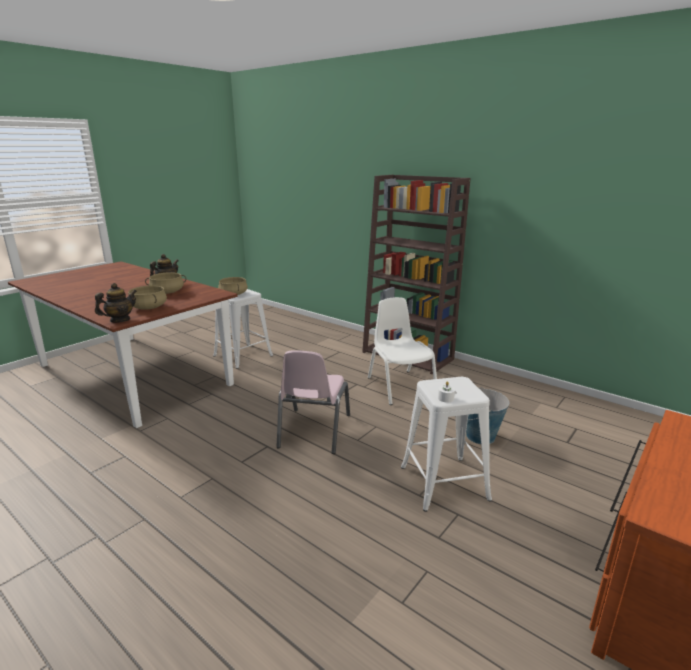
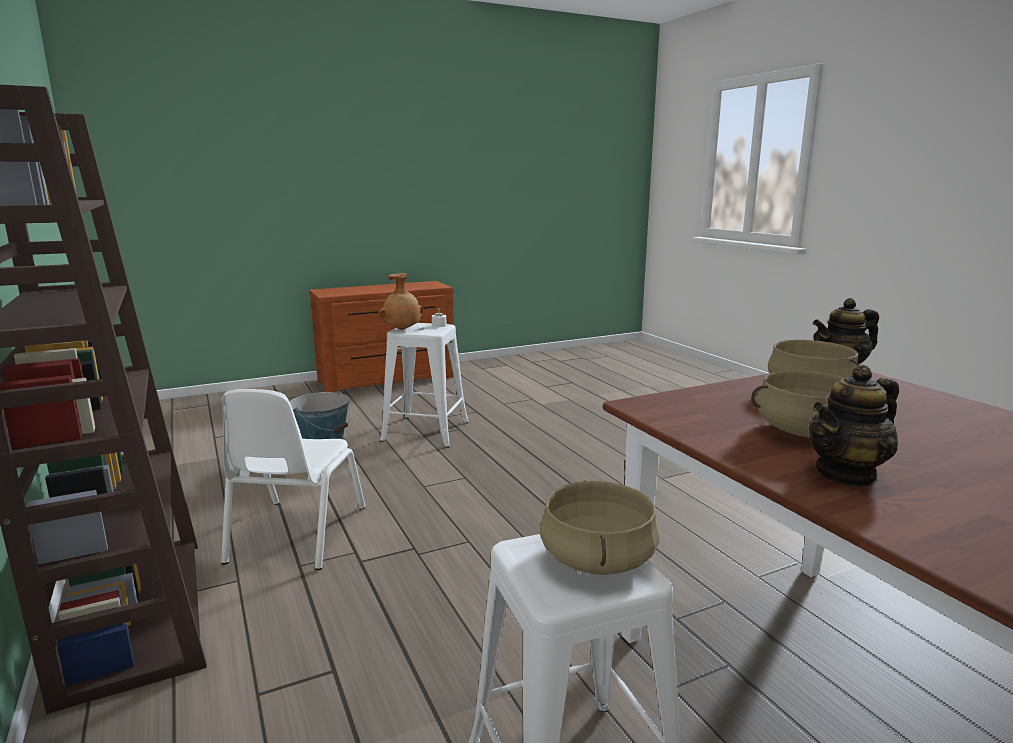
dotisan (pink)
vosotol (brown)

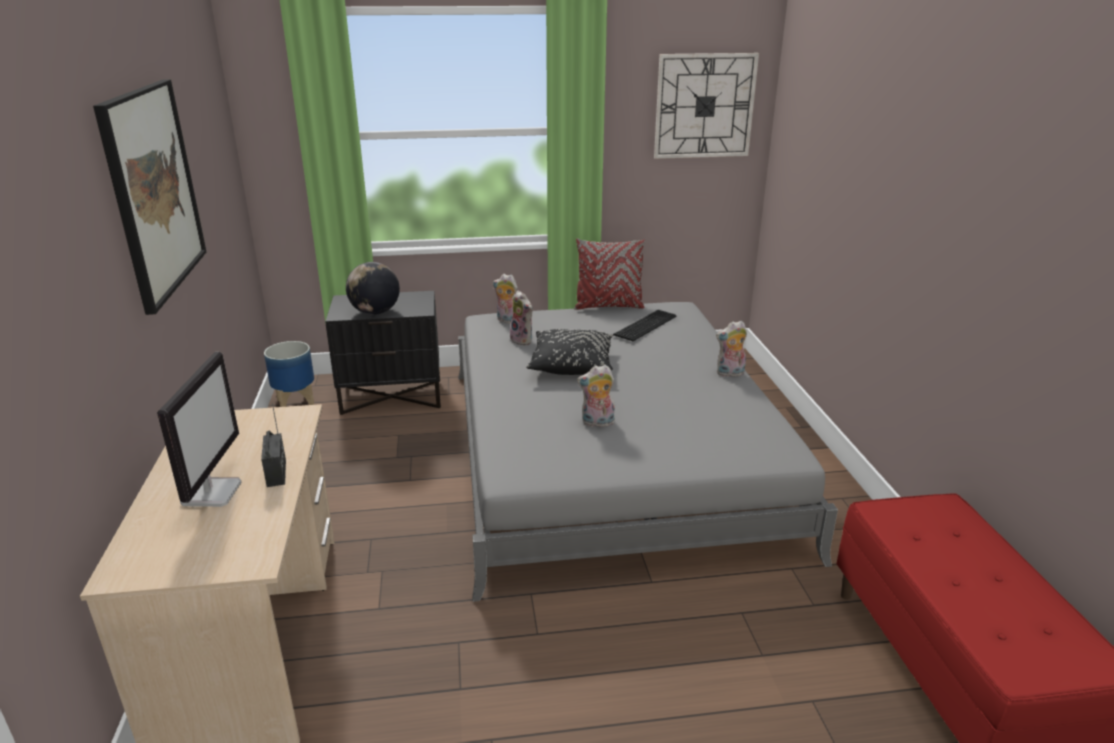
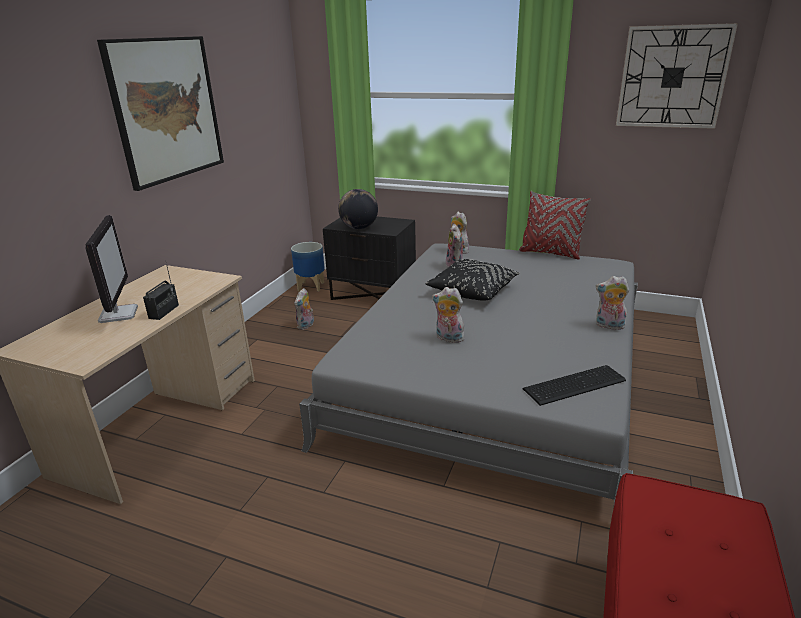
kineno (no. 1 from left)
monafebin
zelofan

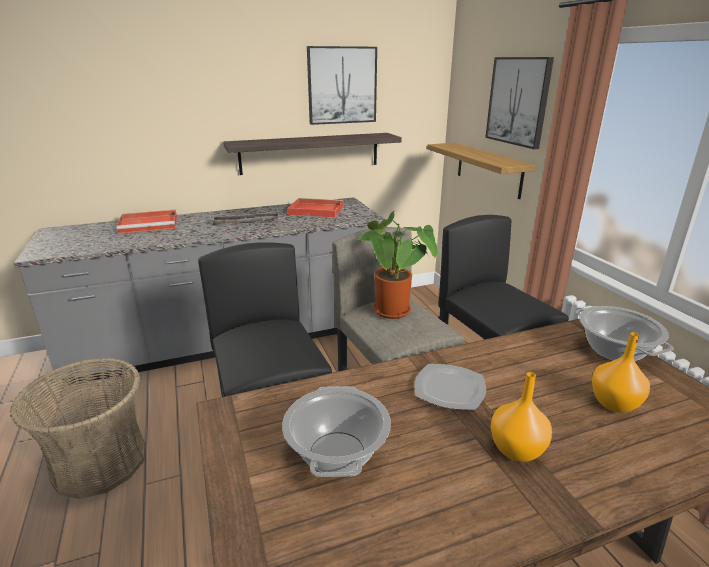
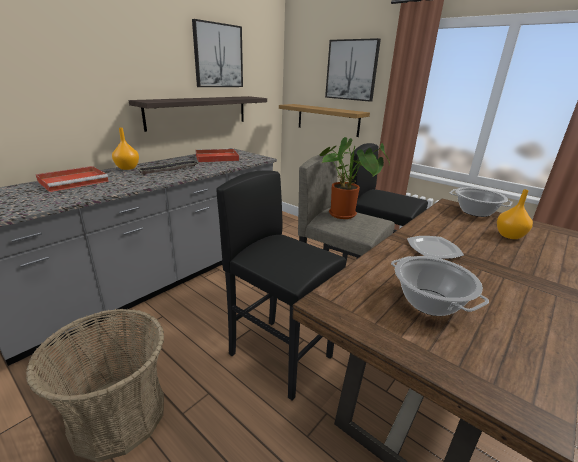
vosotol (orange) (no. 1 from left)

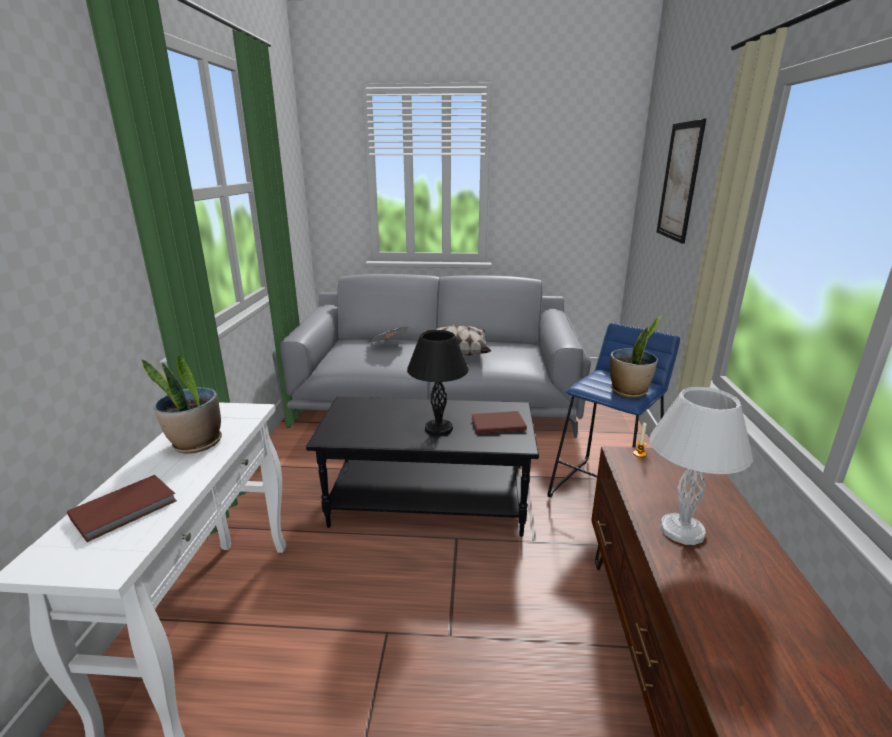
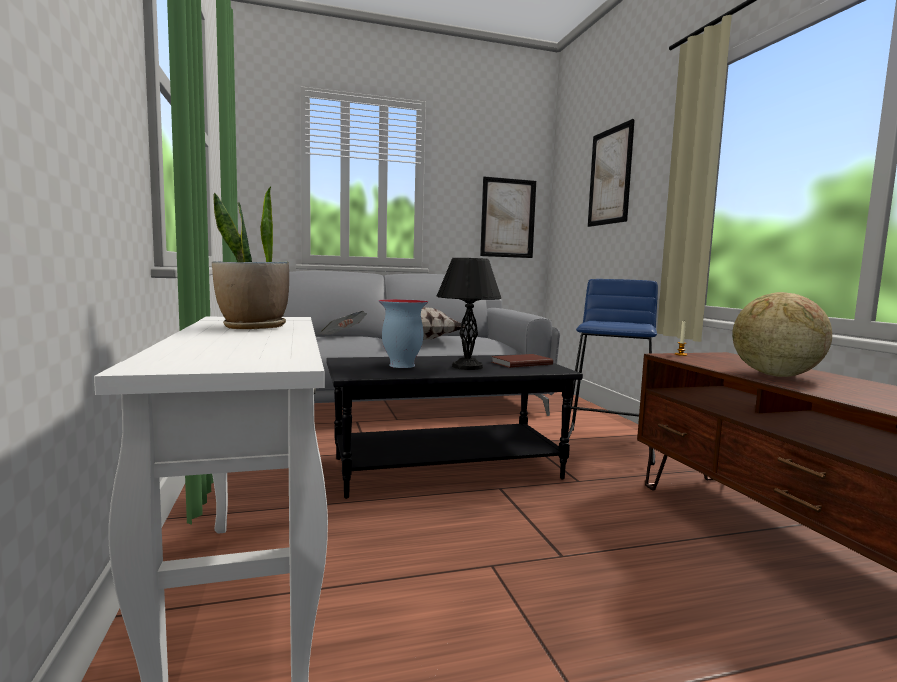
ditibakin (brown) (no. 1 from left in the first image)
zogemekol (no. 2 from left in the first image)
vosotol
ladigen (no. 1 from left)
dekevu

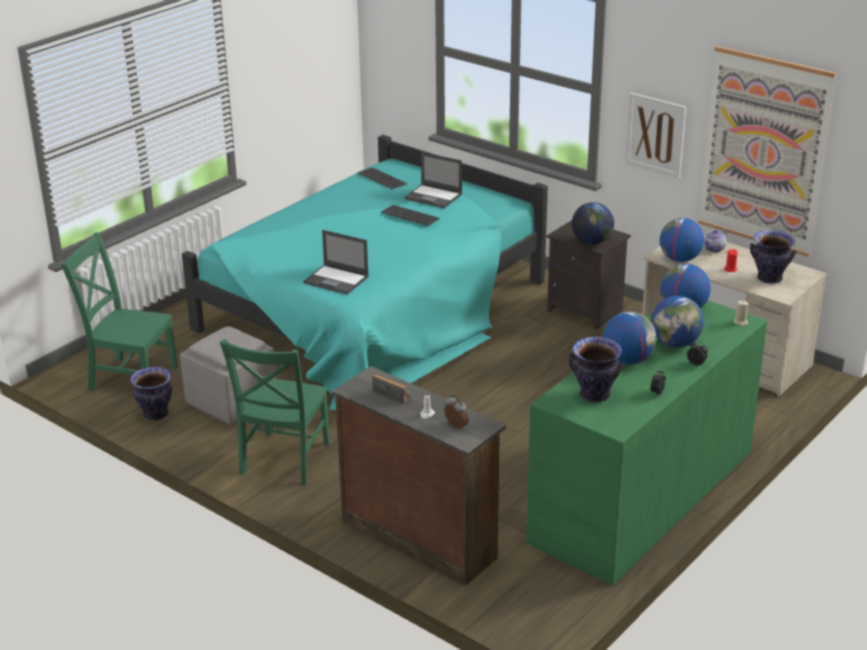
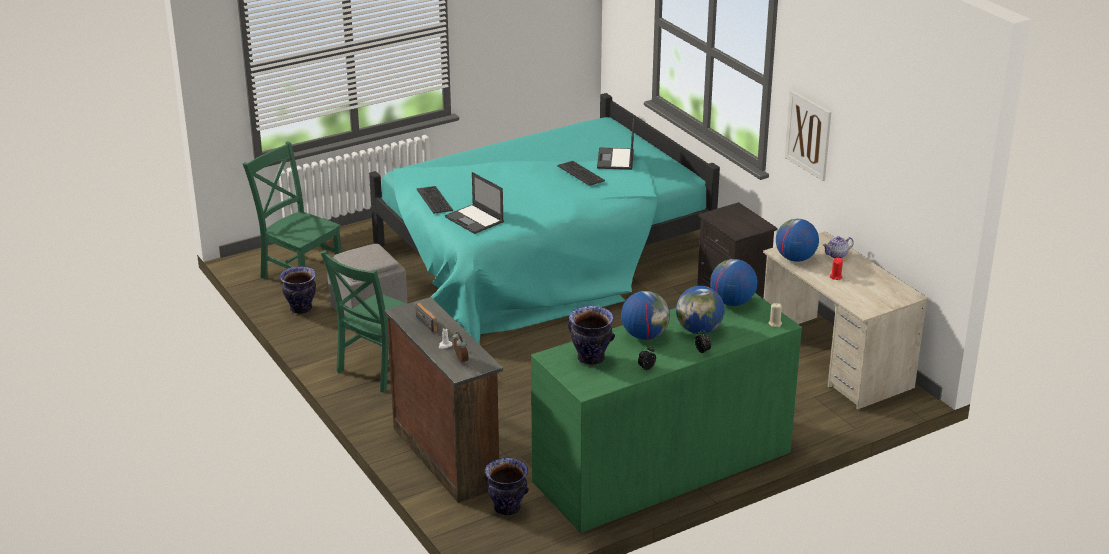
dekevu (no. 1 from left in the first image)
ladigen (no. 2 from left in the first image)
monafebin (no. 1 from left)
vosotol (no. 2 from left)
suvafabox (no. 2 from left)

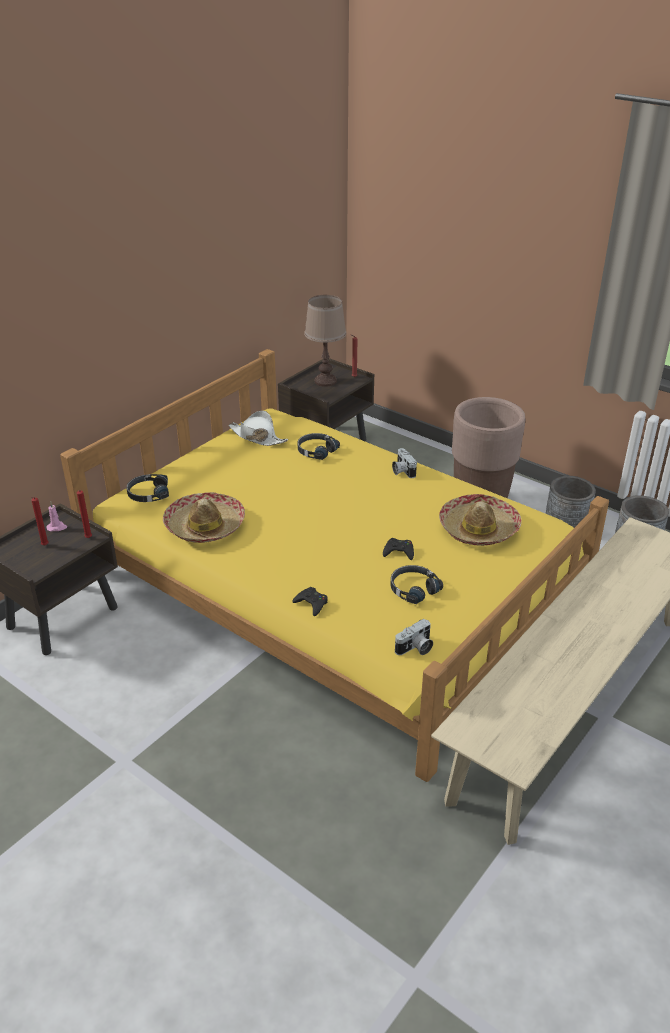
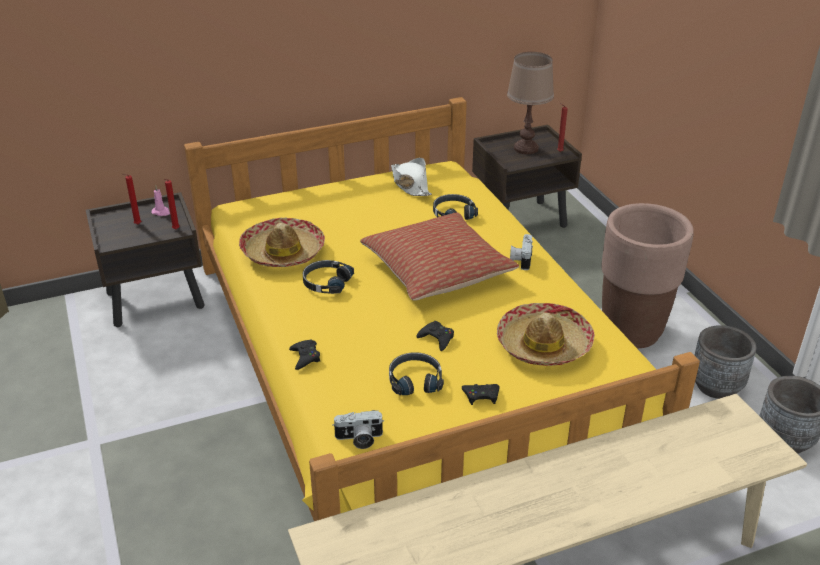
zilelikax
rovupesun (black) (no. 3 from left)
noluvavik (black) (no. 1 from left)

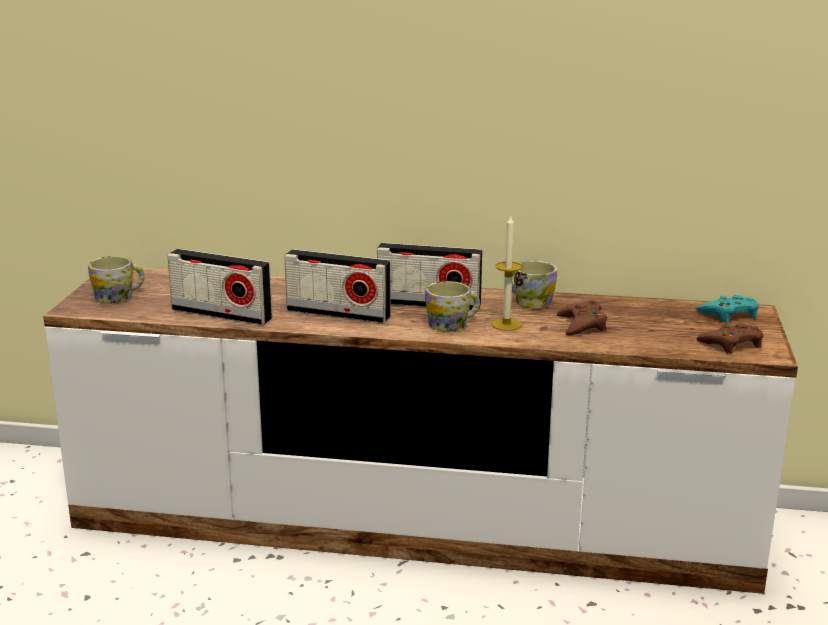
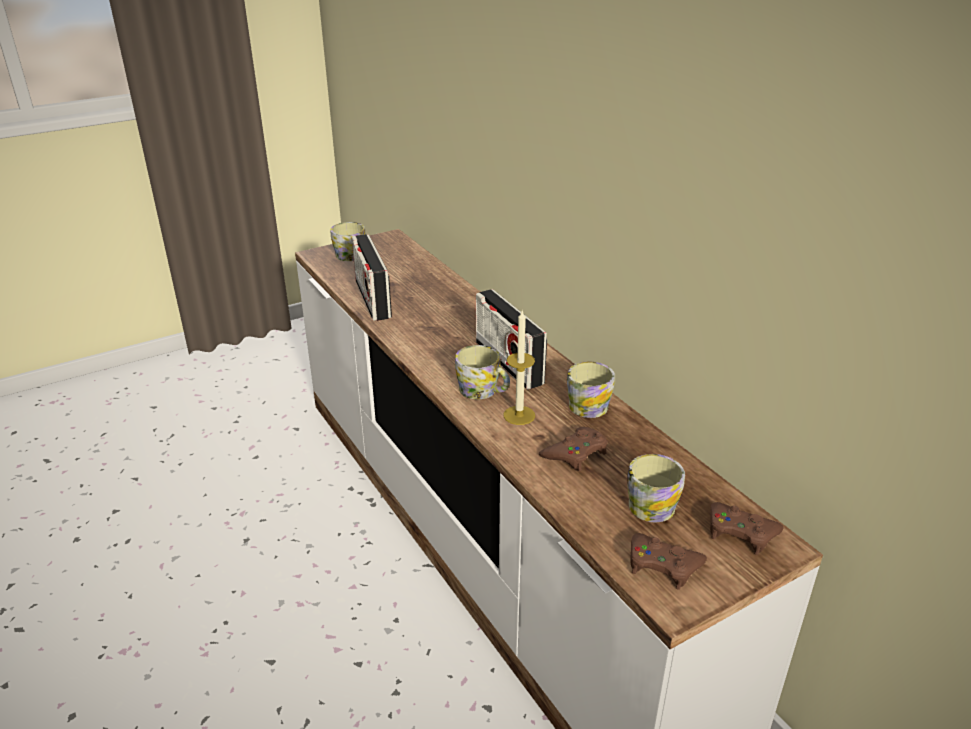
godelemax (no. 2 from left in the first image)
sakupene (no. 4 from left)
rovupesun (brown) (no. 3 from left)

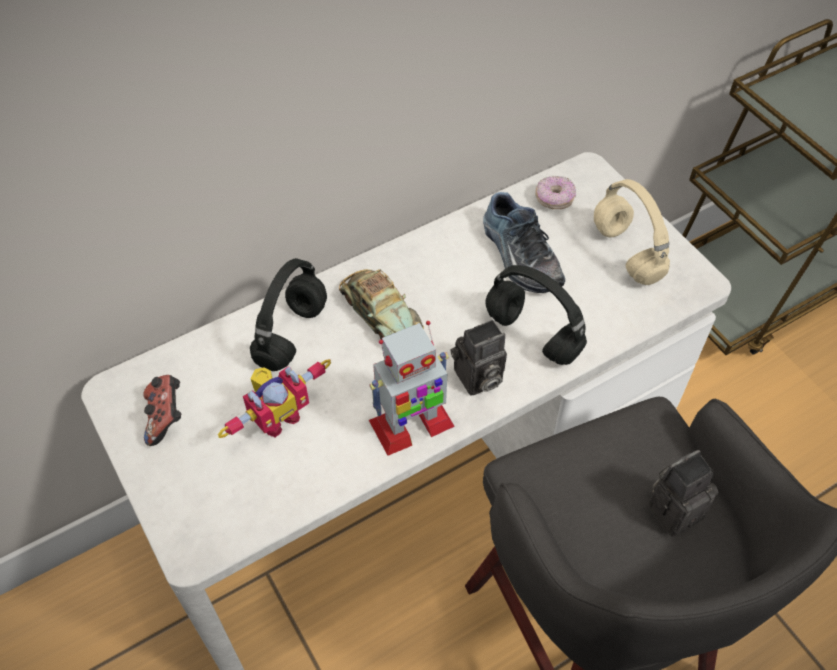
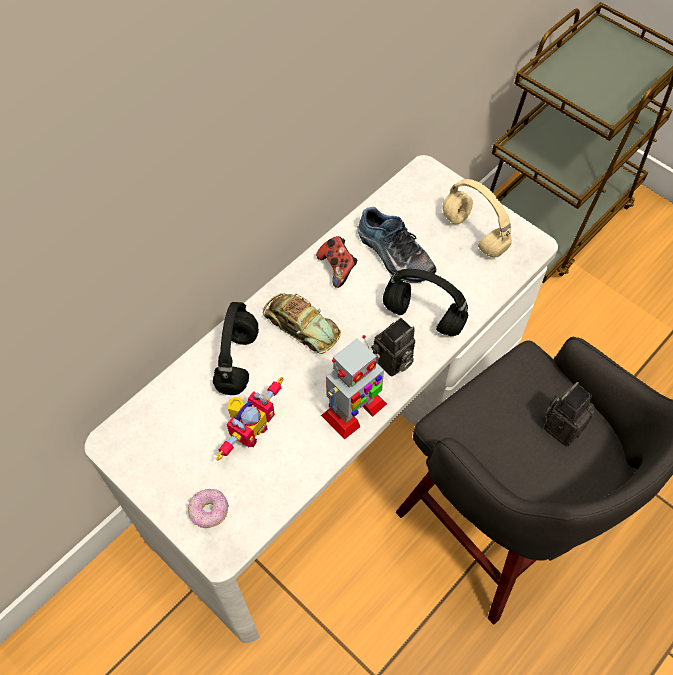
rovupesun
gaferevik

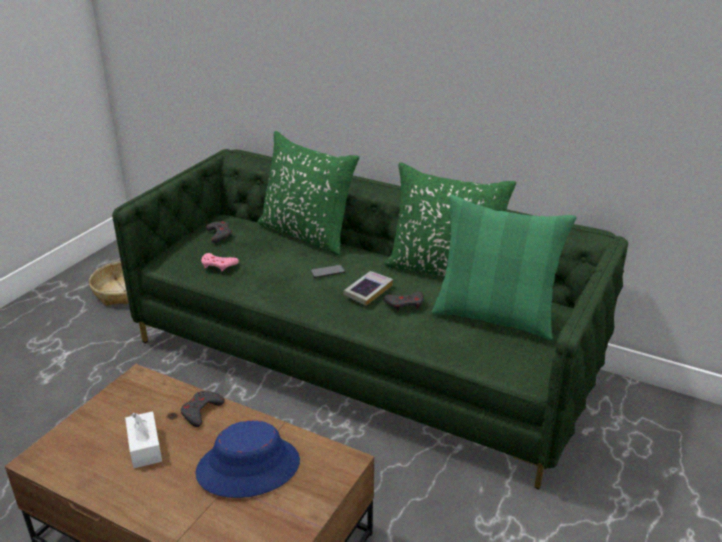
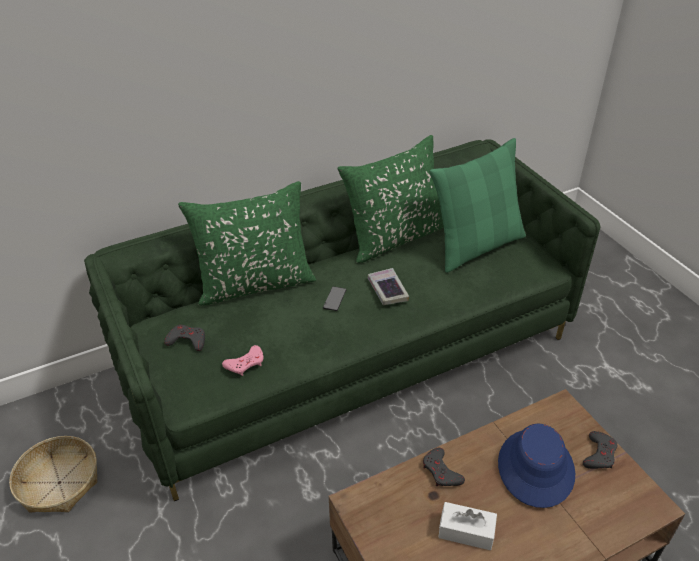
rovupesun (grey) (no. 3 from left)

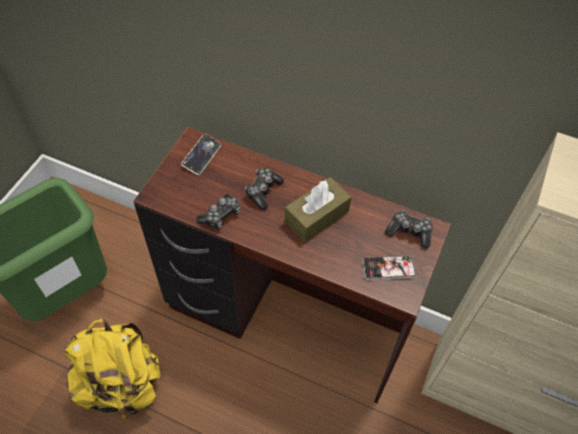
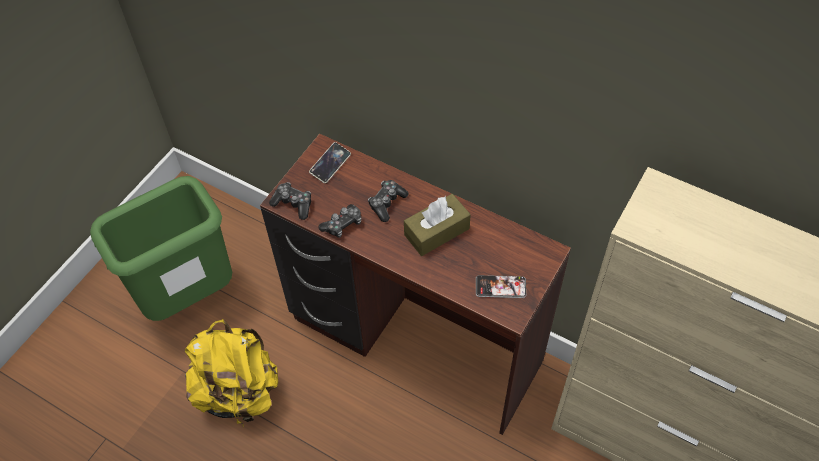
rovupesun (no. 1 from left)

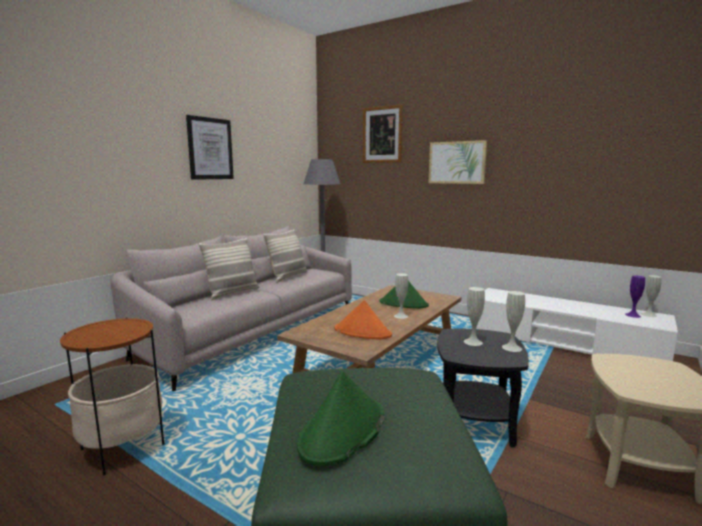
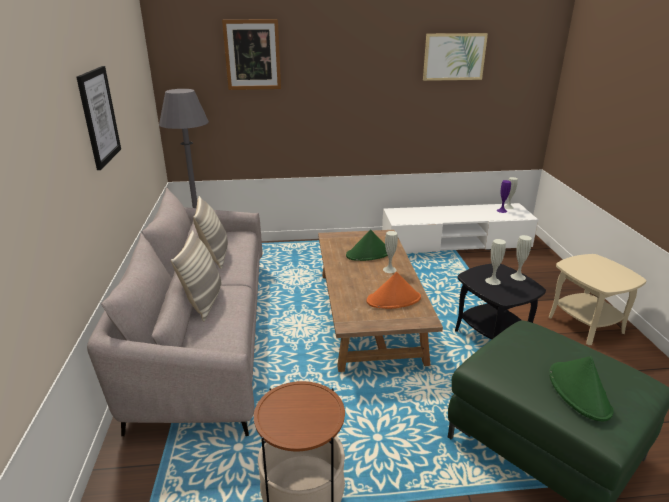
ladigen (no. 3 from left)

